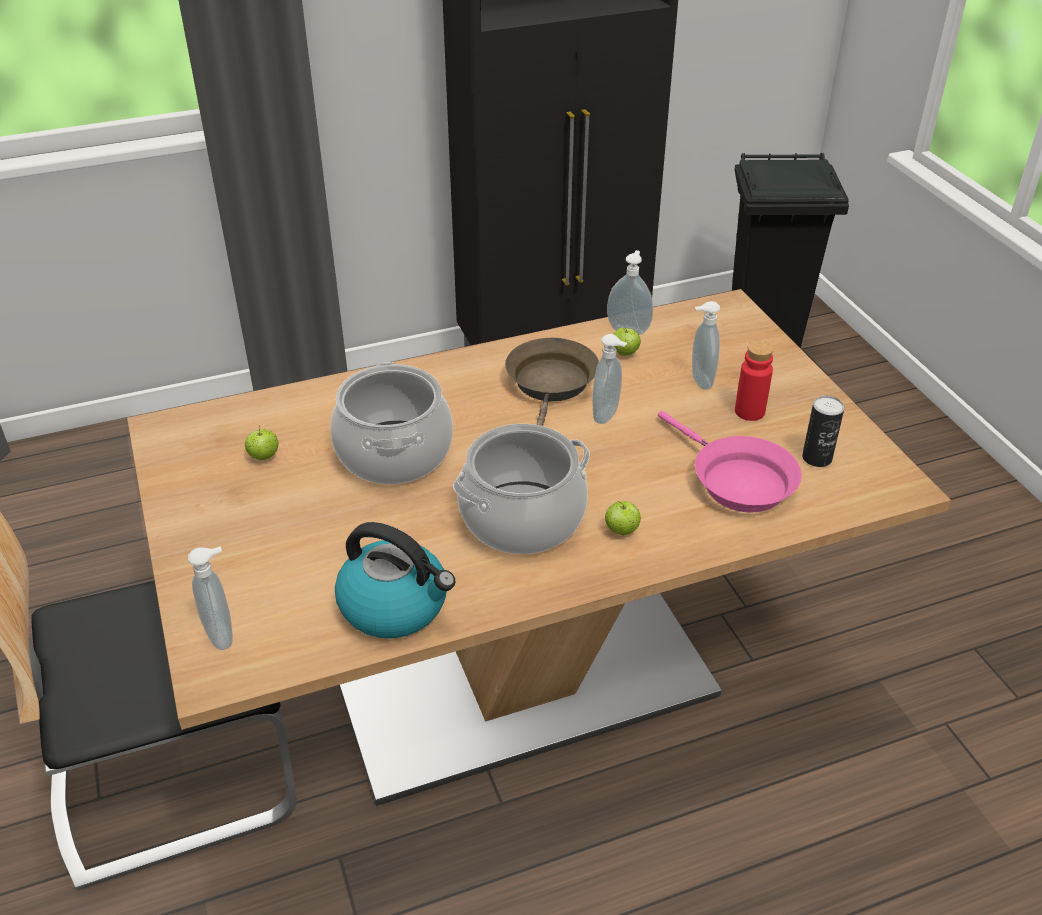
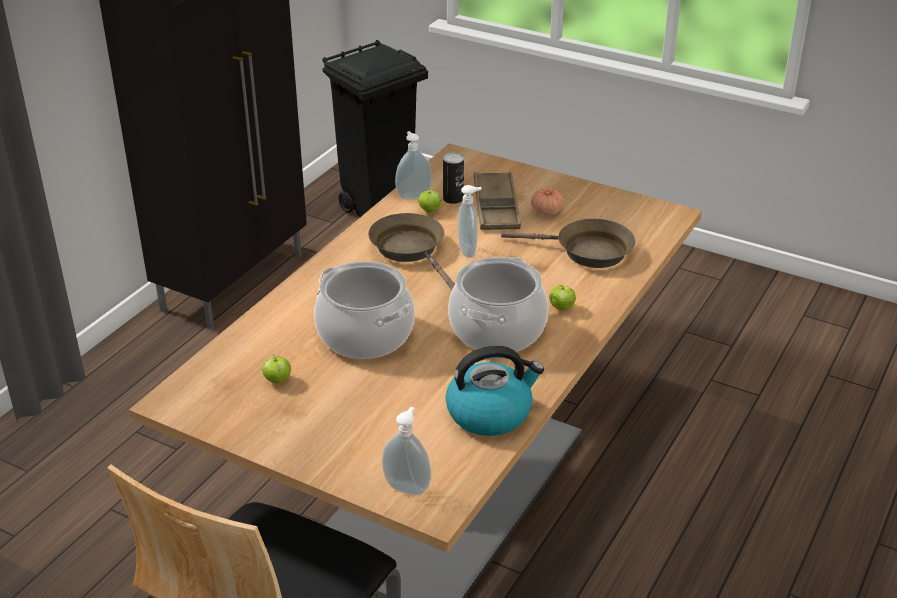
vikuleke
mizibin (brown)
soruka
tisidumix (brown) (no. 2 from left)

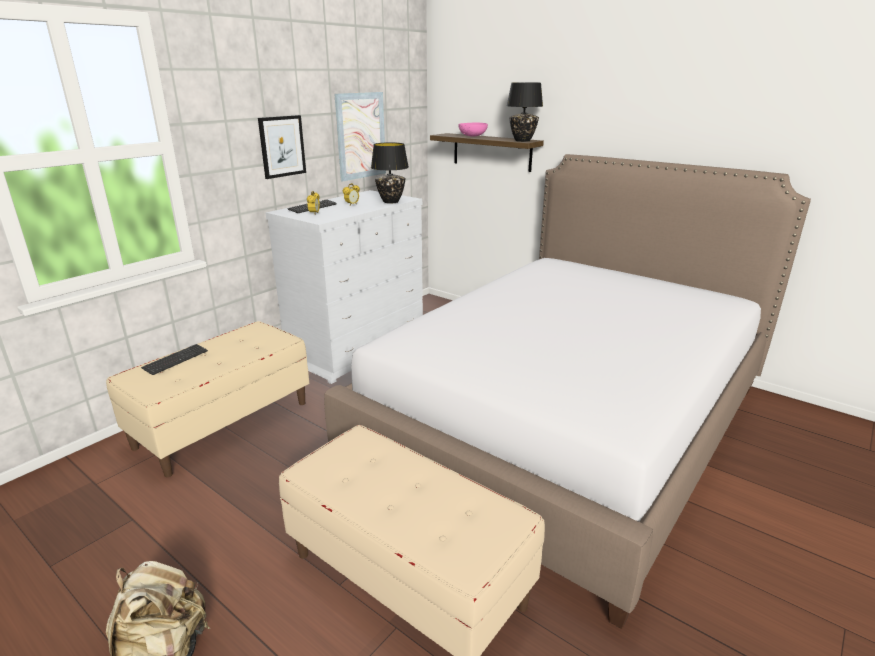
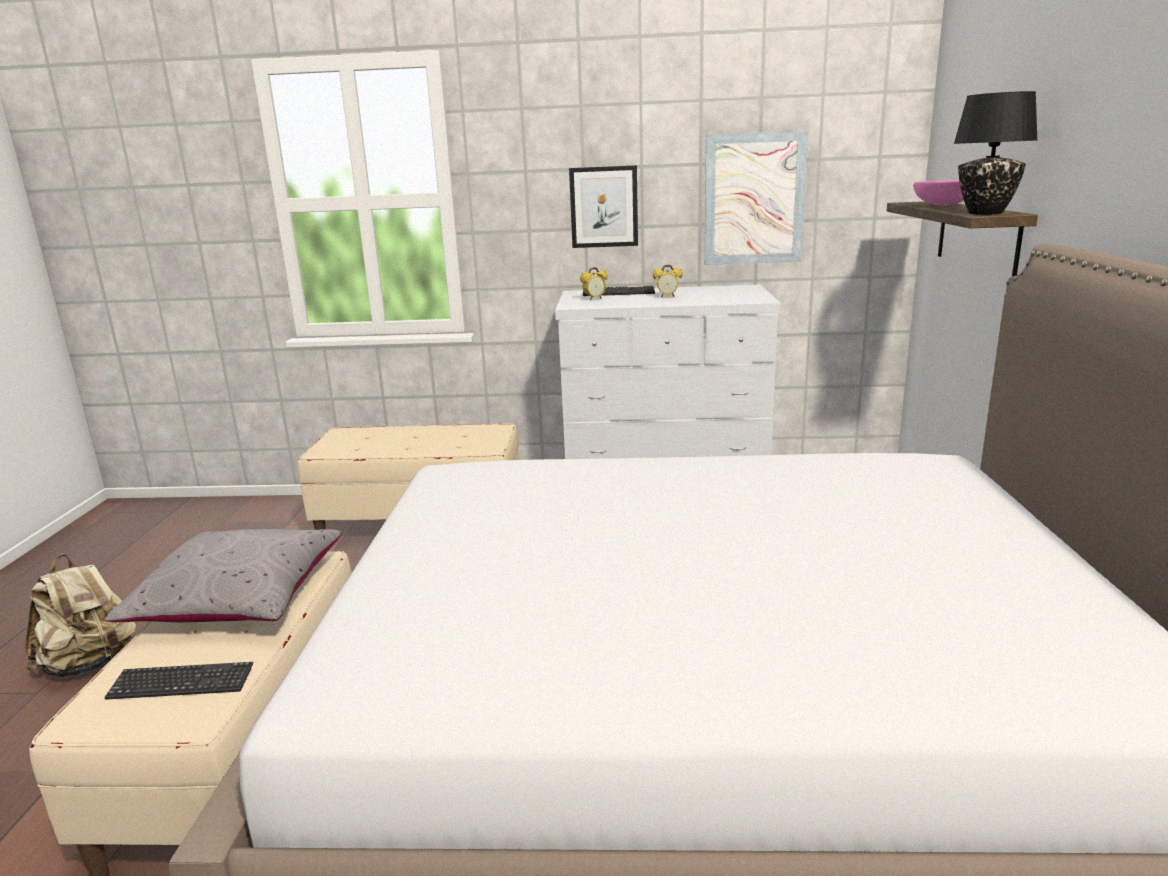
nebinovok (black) (no. 1 from left in the first image)
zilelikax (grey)
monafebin (no. 1 from left)

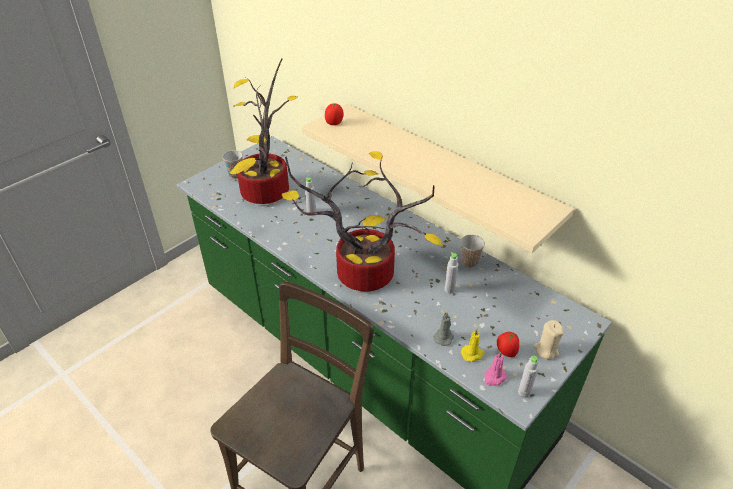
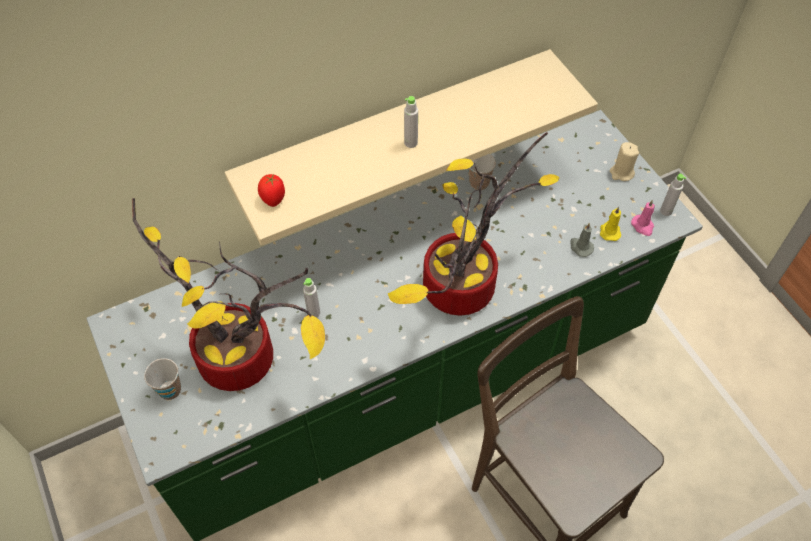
soruka (no. 2 from left in the first image)
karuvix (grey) (no. 2 from left)

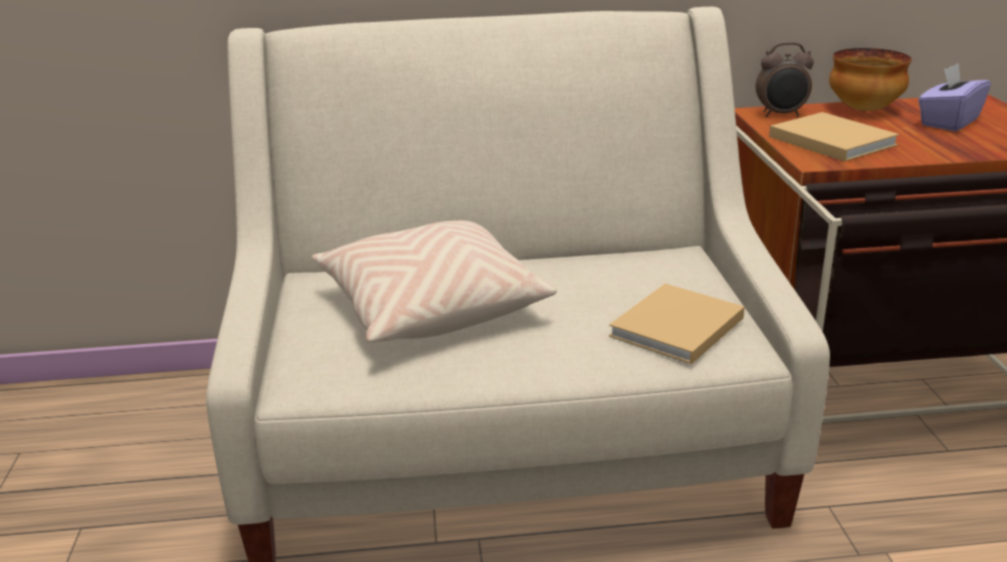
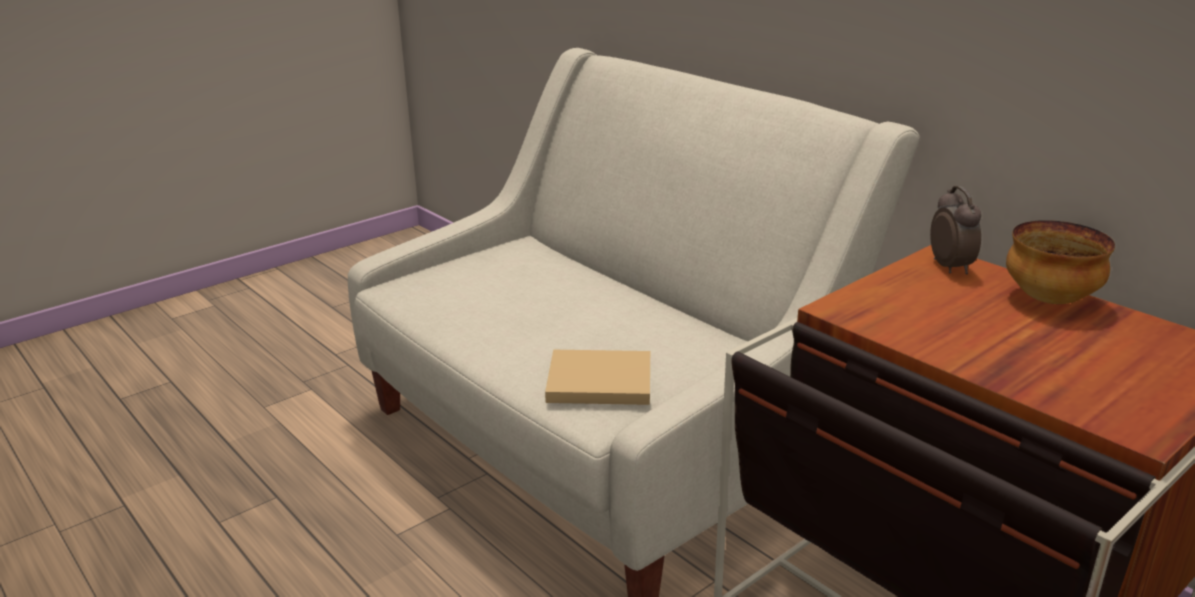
zilelikax (beige)
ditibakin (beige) (no. 2 from left in the first image)
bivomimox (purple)
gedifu

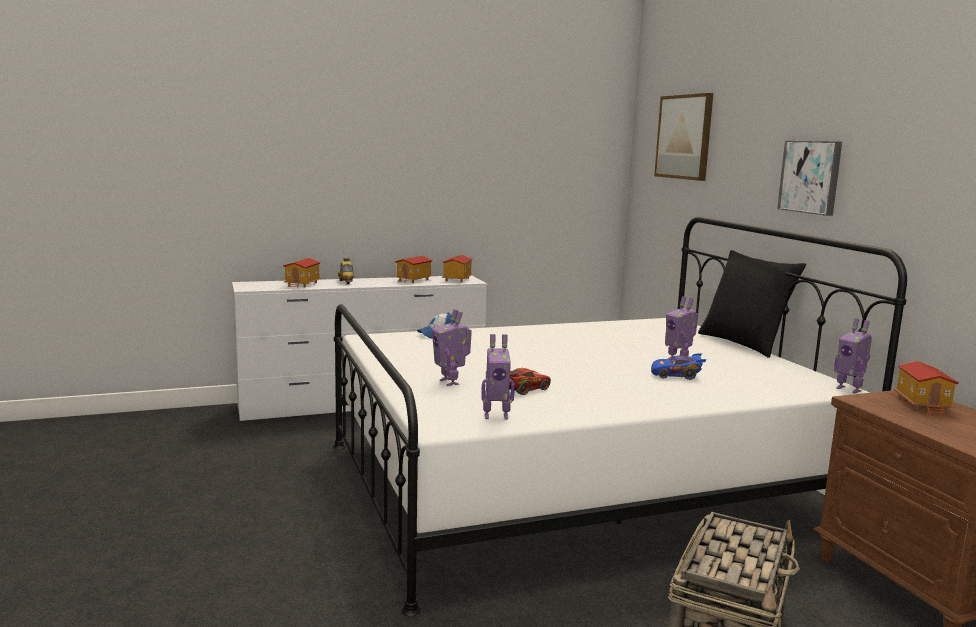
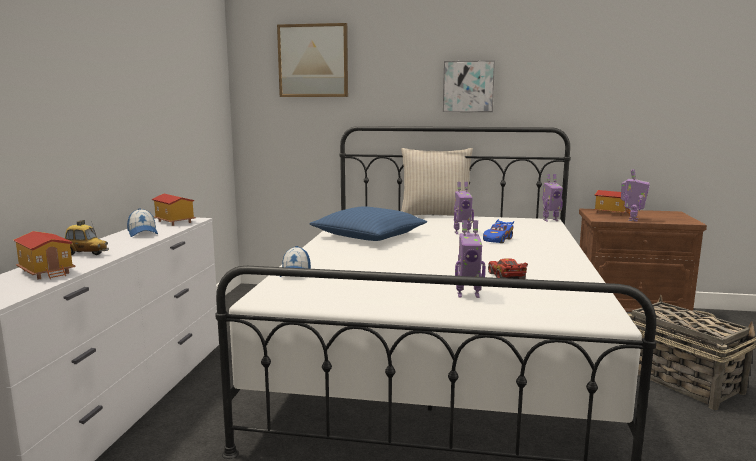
zilelikax (blue)
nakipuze (no. 4 from left)
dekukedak (no. 1 from left)
zilelikax (beige)

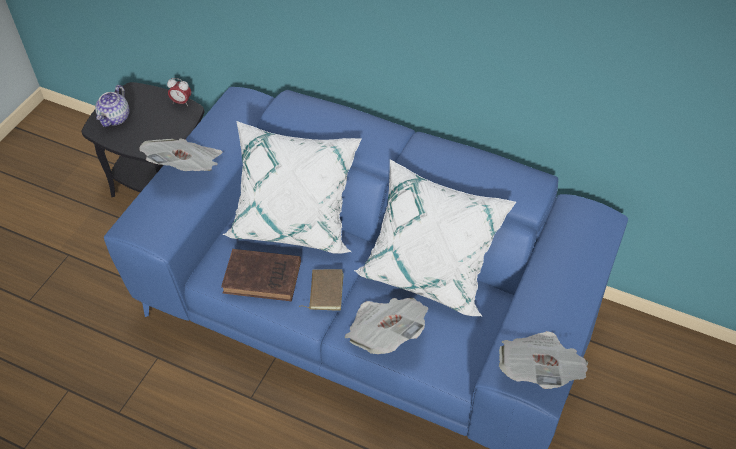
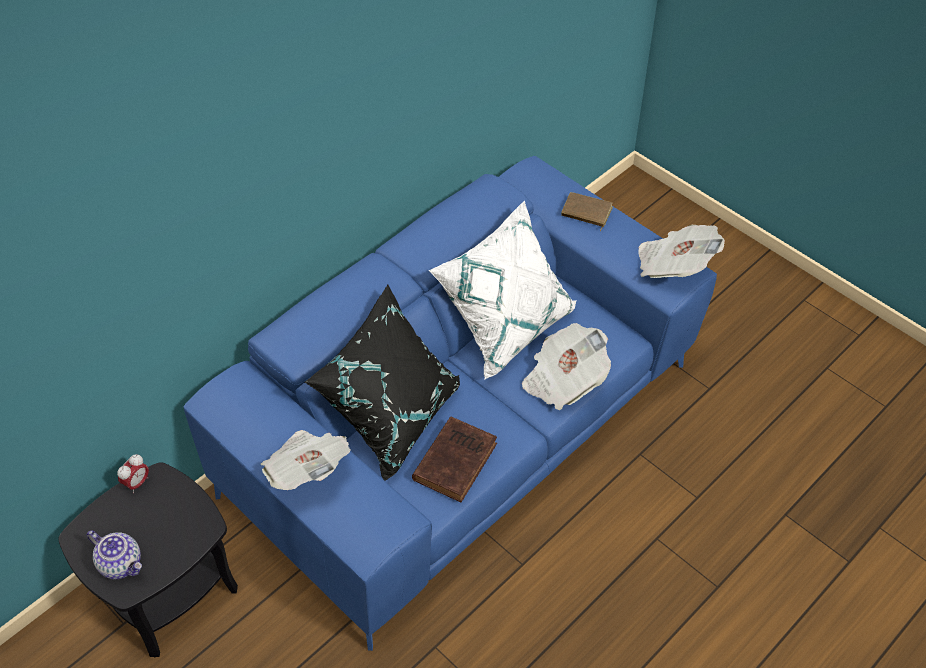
ditibakin (brown) (no. 2 from left)
zilelikax (black)

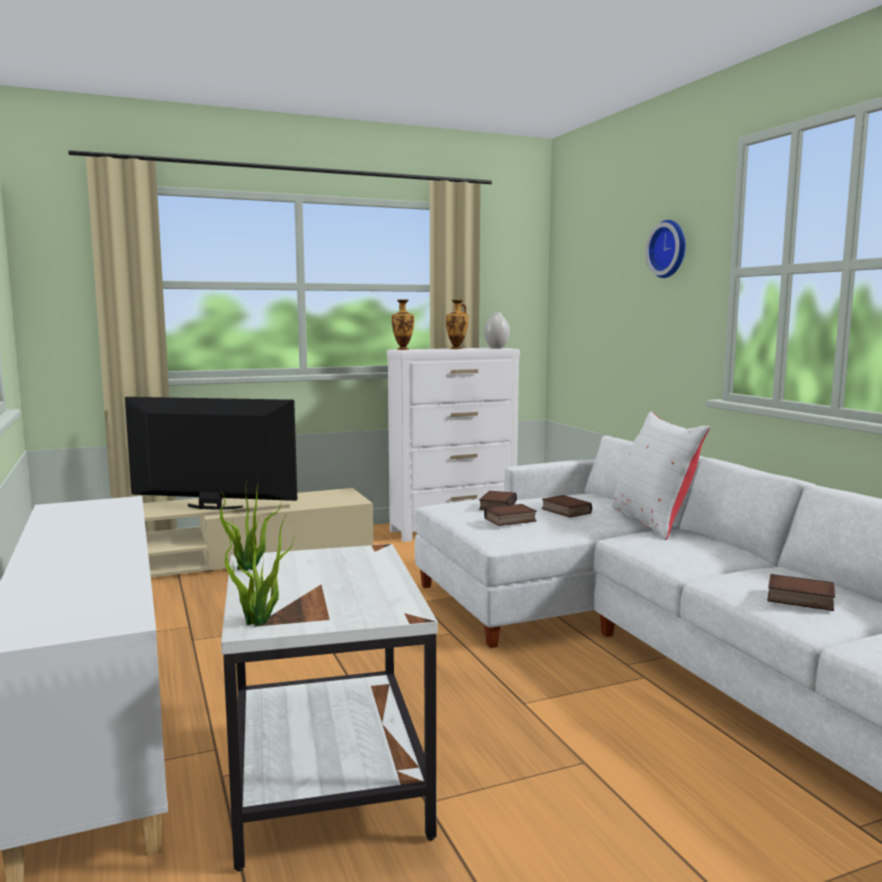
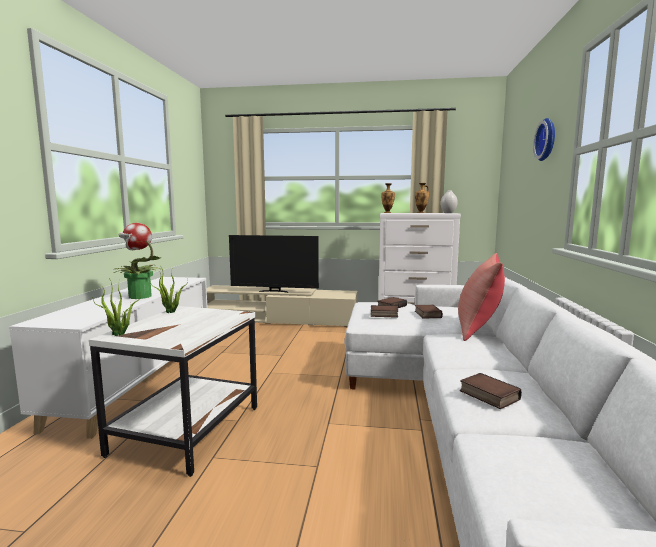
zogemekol (no. 2 from left)
zilelikax (red)
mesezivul

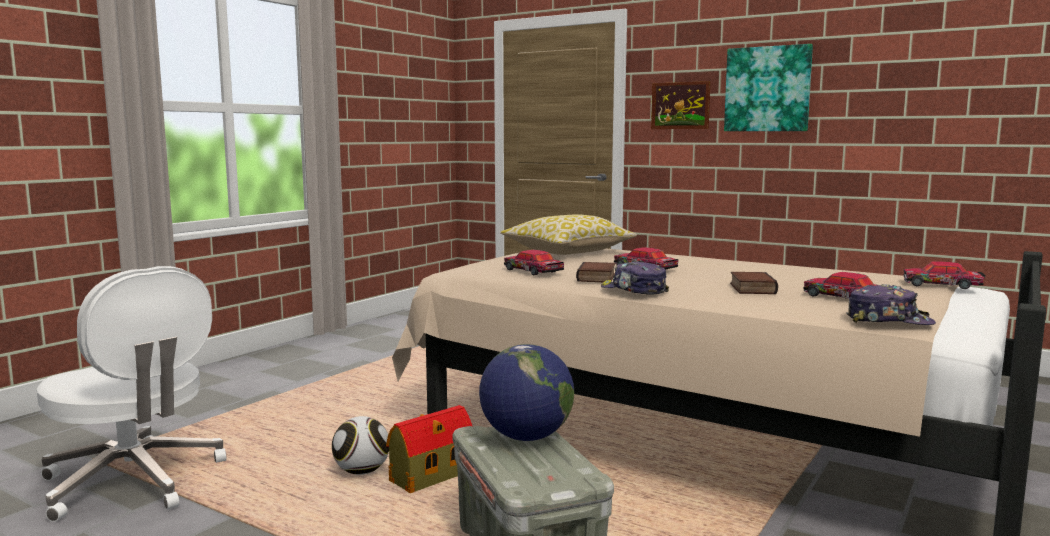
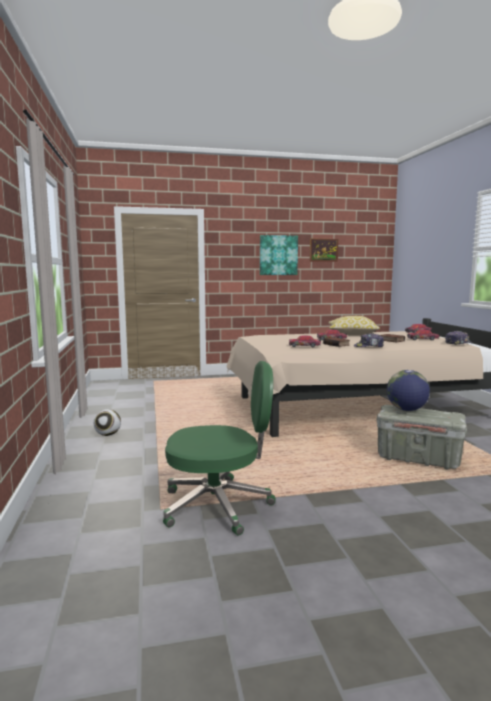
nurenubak
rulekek
zilelikax
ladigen (no. 2 from left)
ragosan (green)

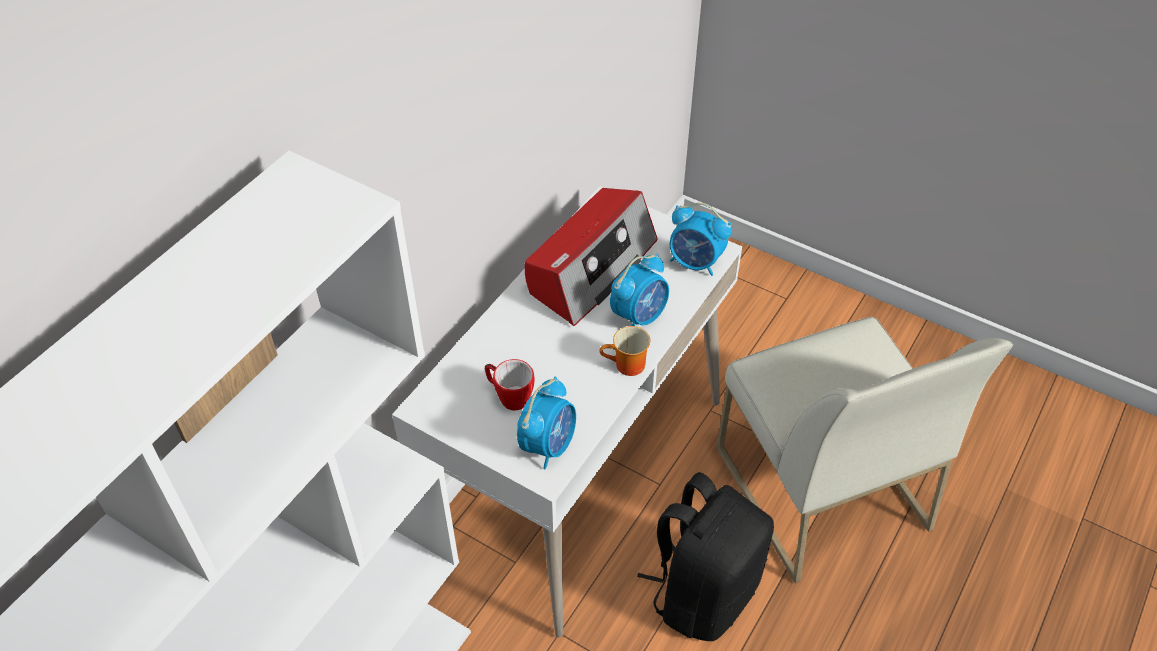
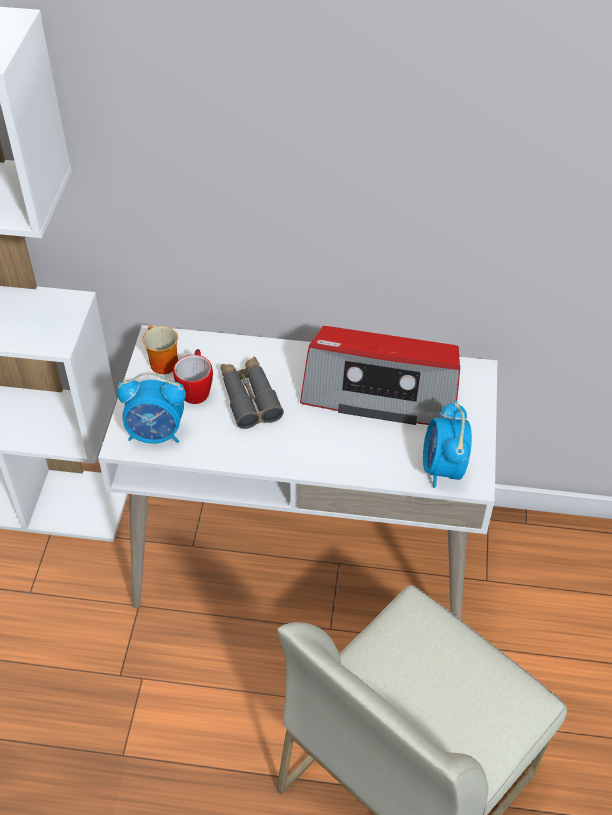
gedifu (no. 2 from left in the first image)
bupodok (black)
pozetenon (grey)
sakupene (no. 1 from left)

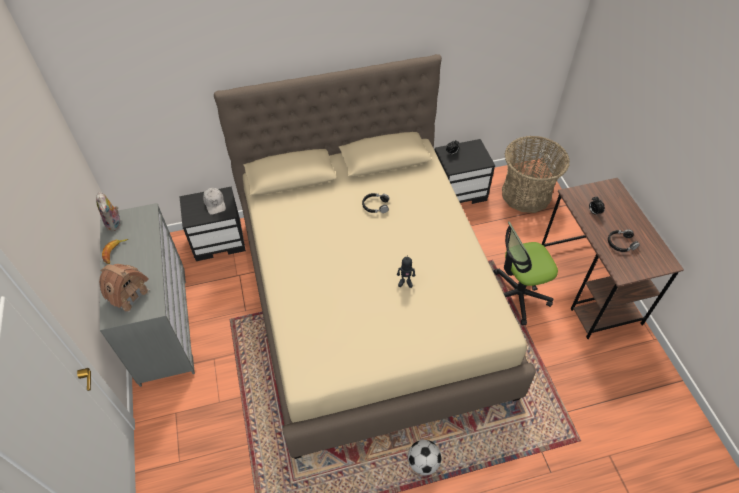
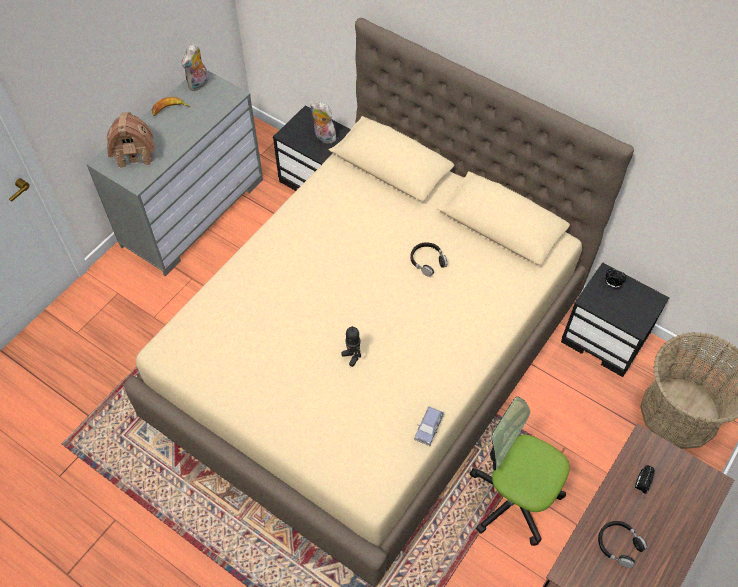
rulekek
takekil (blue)
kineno (no. 2 from left)

